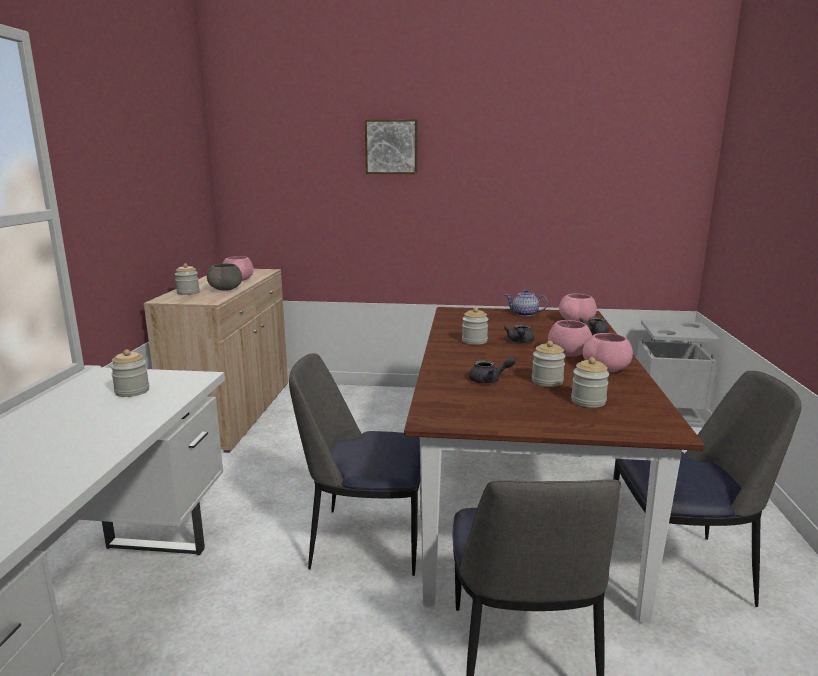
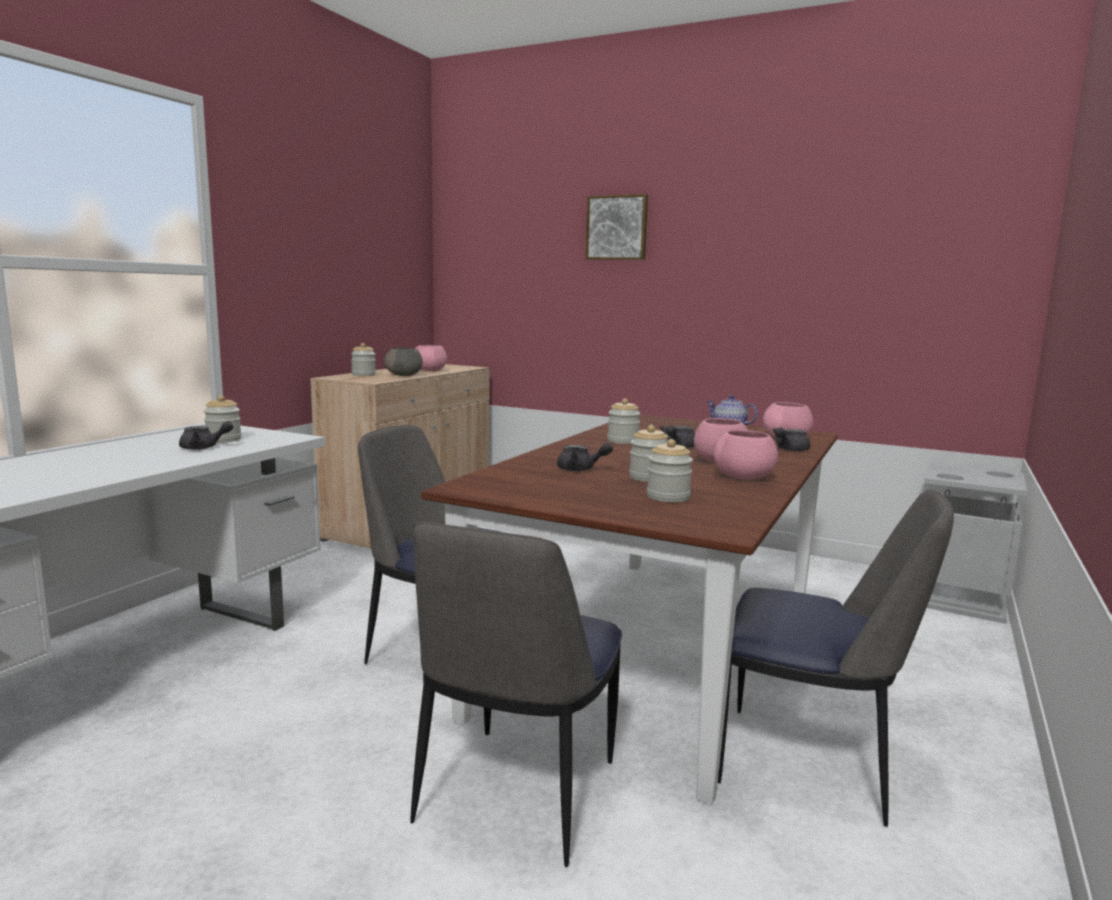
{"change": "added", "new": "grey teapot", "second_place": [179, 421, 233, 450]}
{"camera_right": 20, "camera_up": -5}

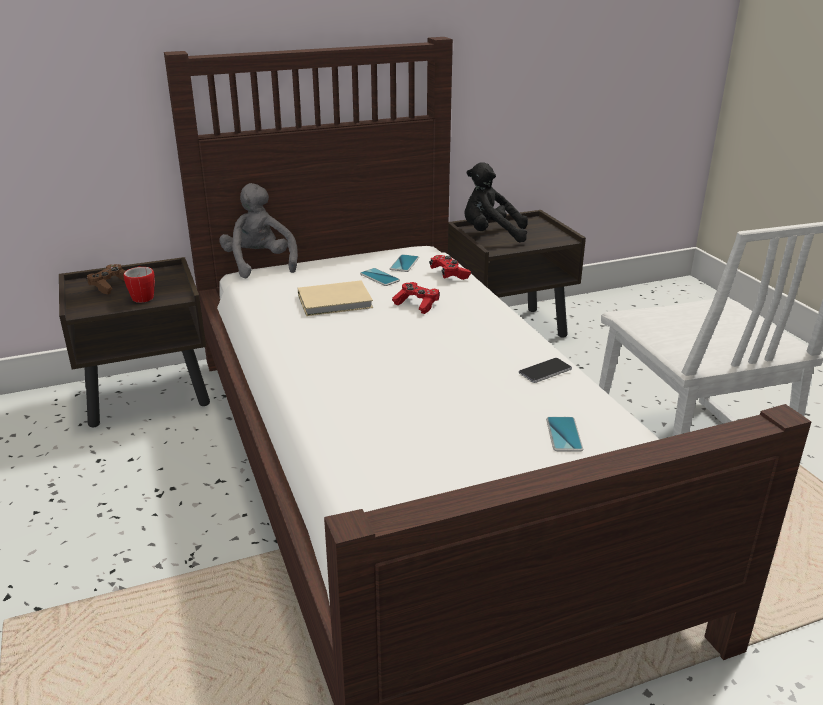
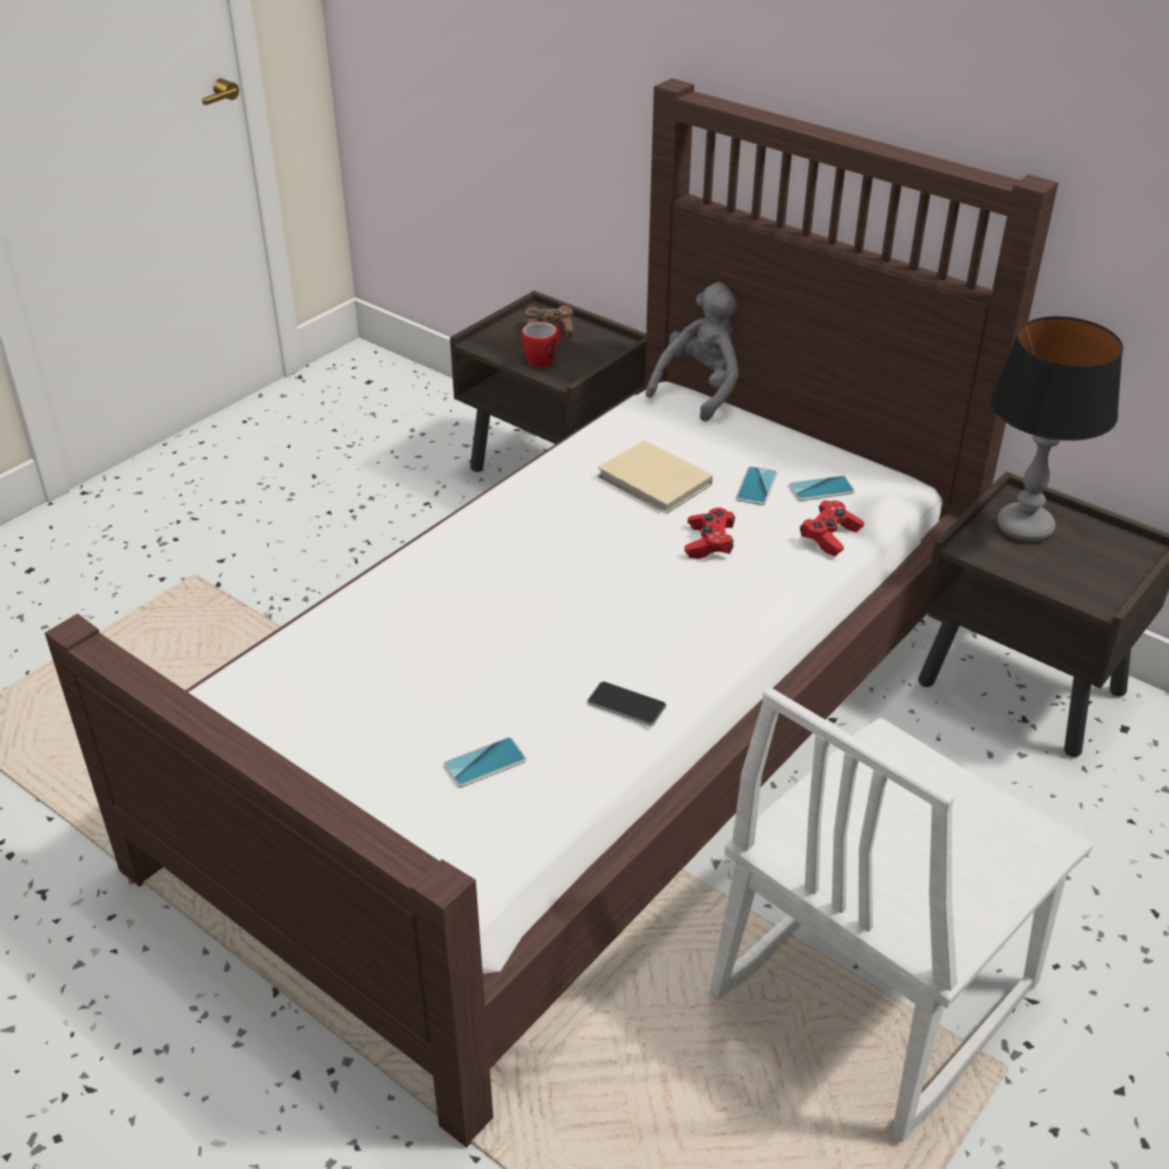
{"change": "replaced", "old": "black plush toy", "new": "table lamp", "first_place": [465, 162, 528, 242], "second_place": [991, 316, 1123, 542]}
{"camera_right": 60, "camera_up": 10}

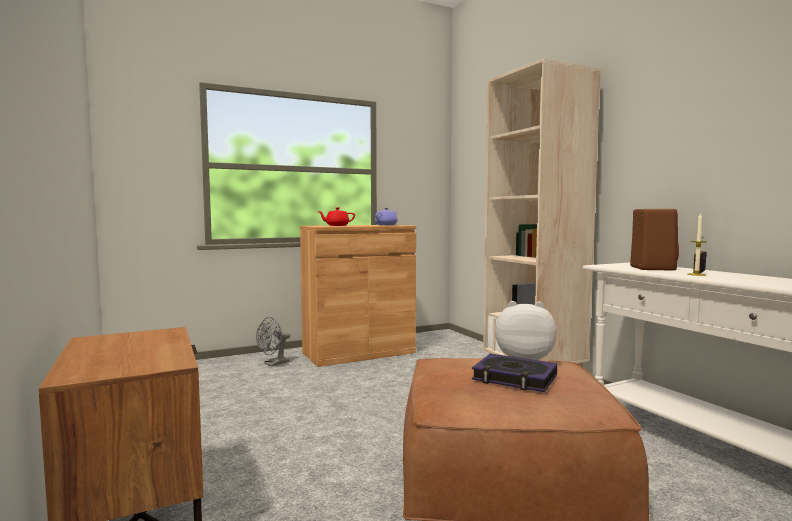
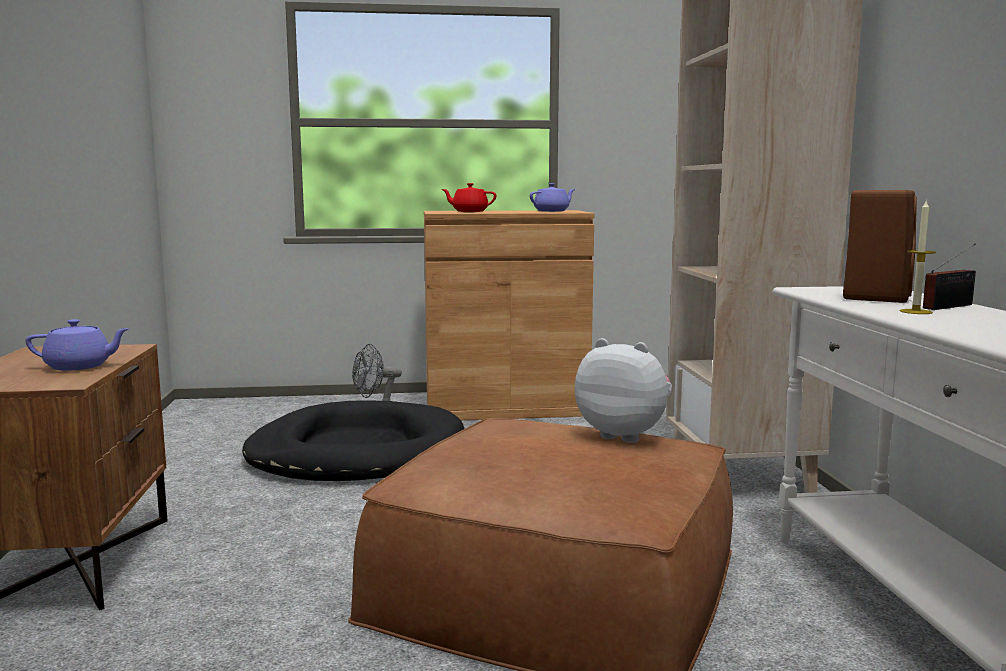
{"change": "removed", "old": "book", "first_place": [472, 353, 557, 392]}
{"change": "added", "new": "purple teapot", "second_place": [25, 319, 130, 371]}
{"change": "added", "new": "black dog bed", "second_place": [242, 400, 464, 481]}
{"camera_right": 20, "camera_up": 5}

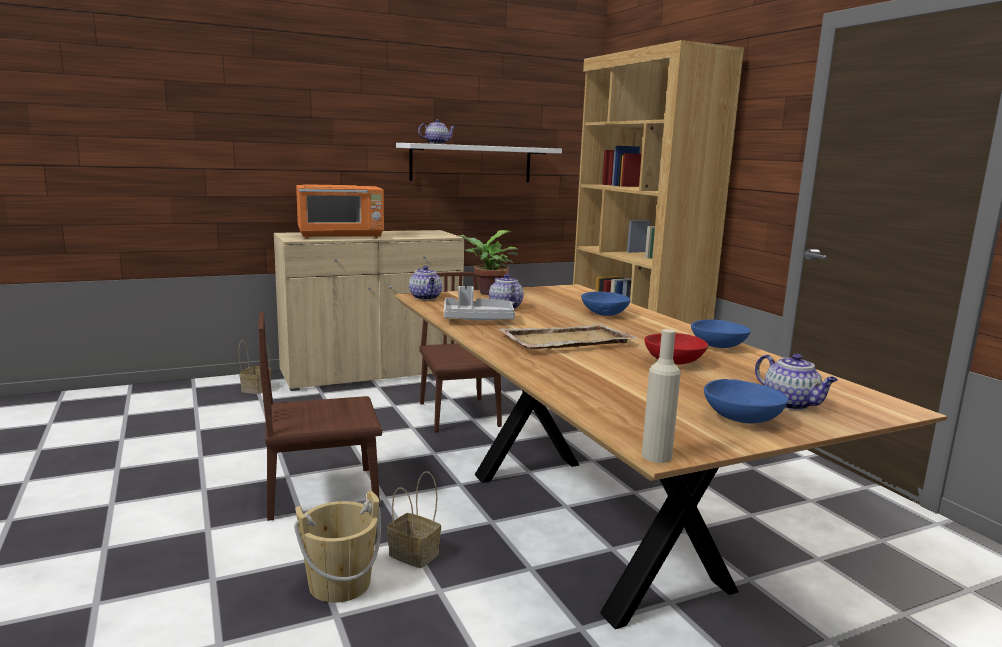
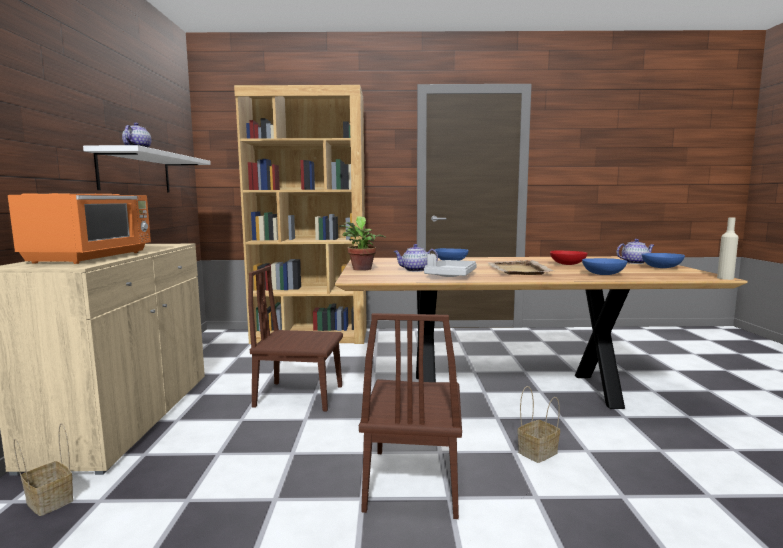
{"change": "removed", "old": "beige bucket", "first_place": [294, 491, 381, 603]}
{"change": "removed", "old": "teapot", "first_place": [409, 266, 442, 300]}
{"change": "moved", "old": "blue bowl", "first_place": [691, 319, 751, 348], "second_place": [582, 258, 627, 275]}
{"camera_right": -65, "camera_up": -5}

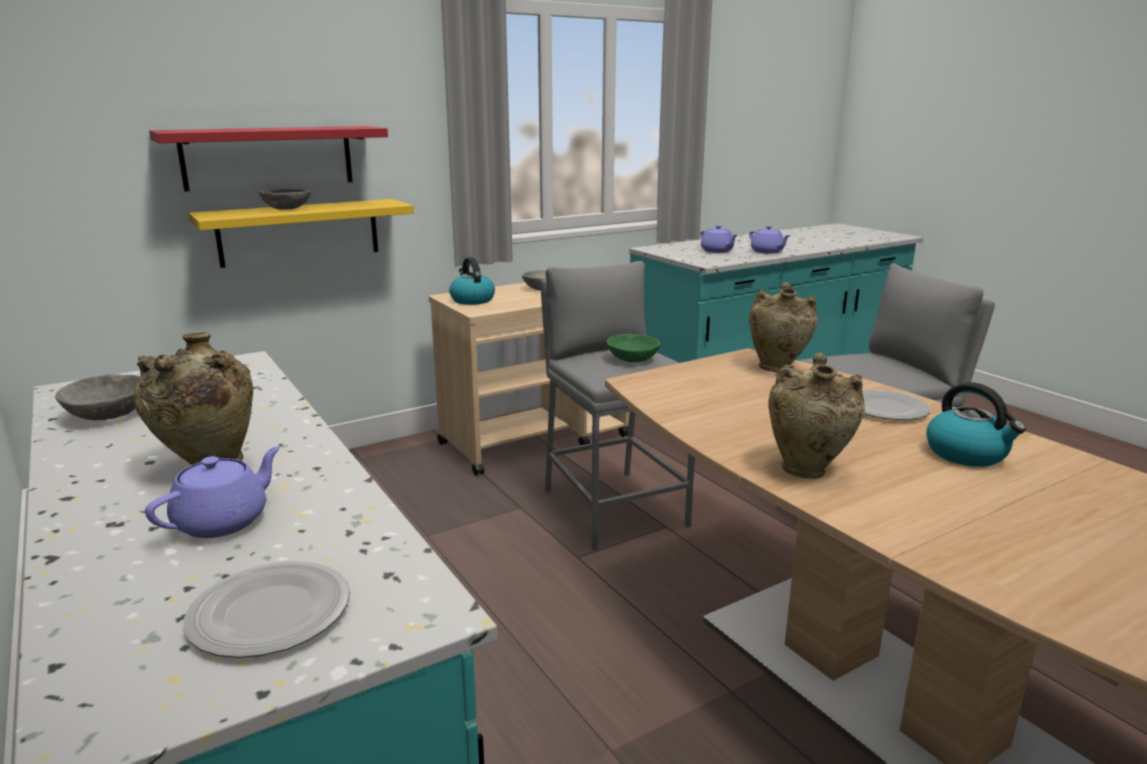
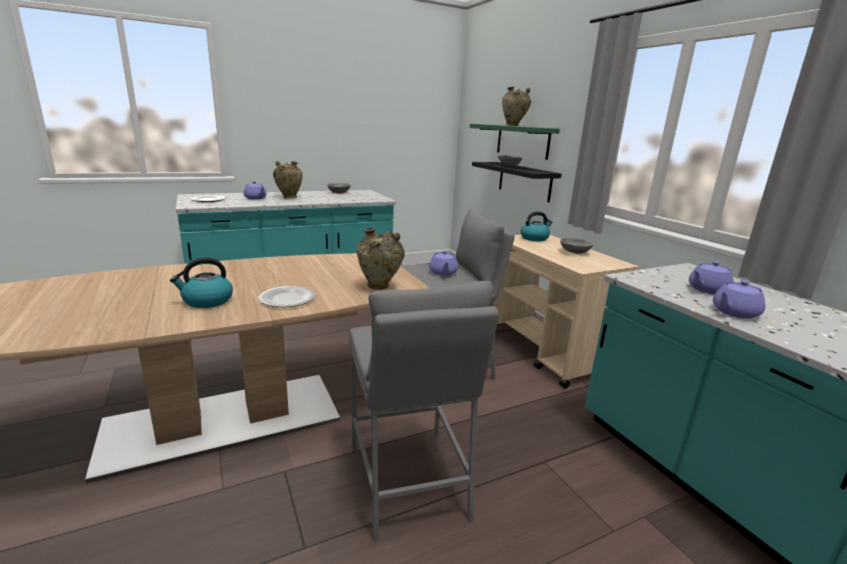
{"change": "moved", "old": "beige vase", "first_place": [769, 352, 865, 479], "second_place": [502, 86, 531, 126]}
{"change": "replaced", "old": "green bowl", "new": "purple teapot", "first_place": [607, 334, 660, 362], "second_place": [429, 251, 458, 276]}
{"change": "recoloured", "old": "red shelf", "new": "green shelf", "first_place": [149, 126, 388, 192], "second_place": [470, 124, 560, 160]}
{"change": "recoloured", "old": "yellow shelf", "new": "black shelf", "first_place": [188, 199, 414, 268], "second_place": [472, 162, 562, 202]}
{"camera_right": 95, "camera_up": 0}

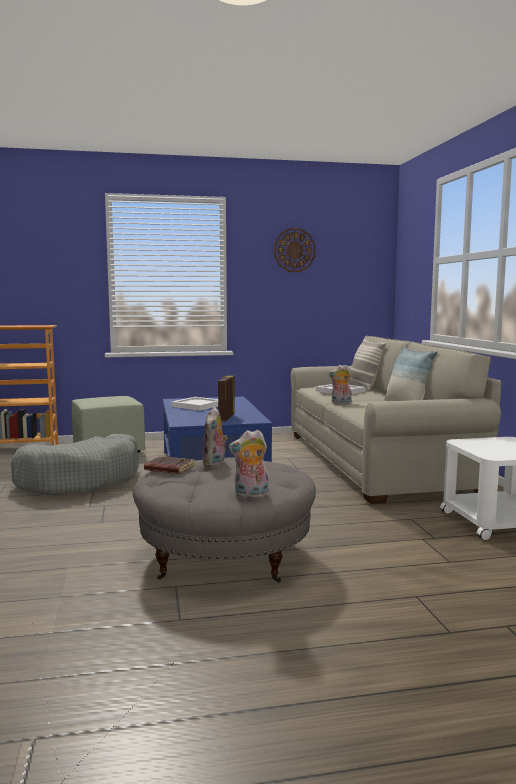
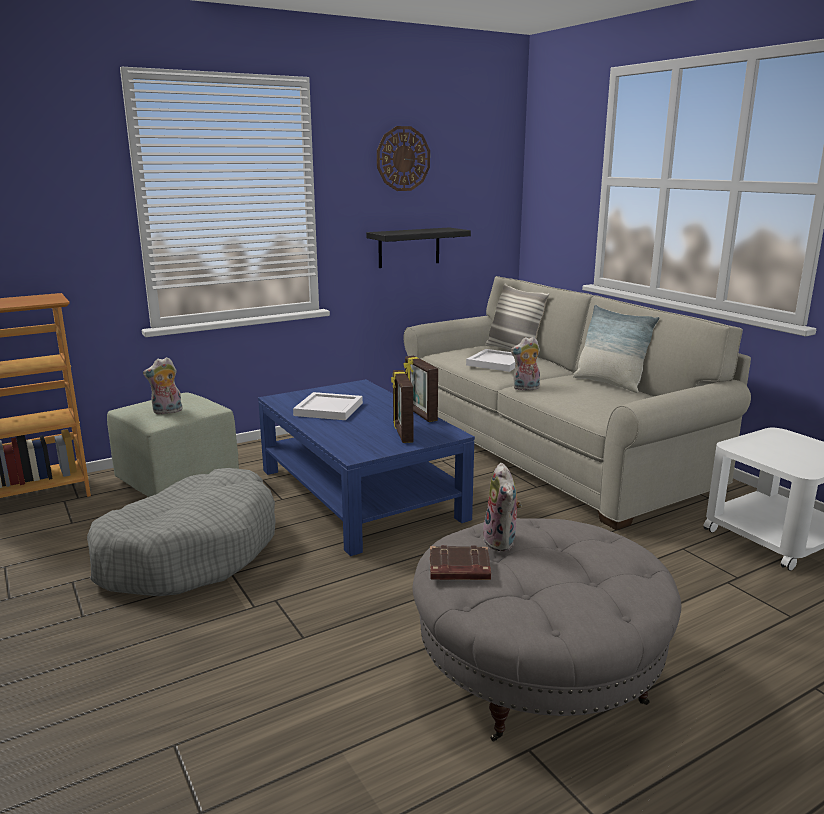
{"change": "added", "new": "black shelf", "second_place": [366, 227, 471, 268]}
{"change": "added", "new": "picture frame", "second_place": [404, 356, 438, 422]}
{"change": "moved", "old": "plush toy", "first_place": [229, 430, 270, 498], "second_place": [143, 357, 183, 414]}
{"camera_right": -20, "camera_up": 10}

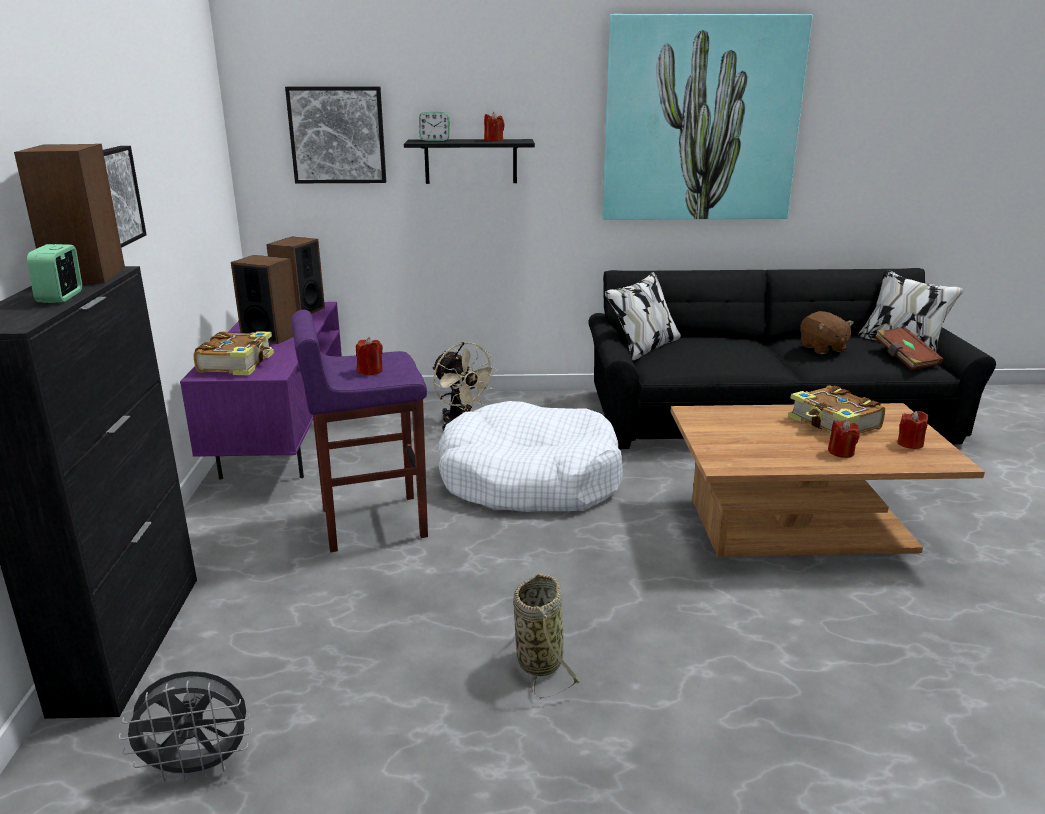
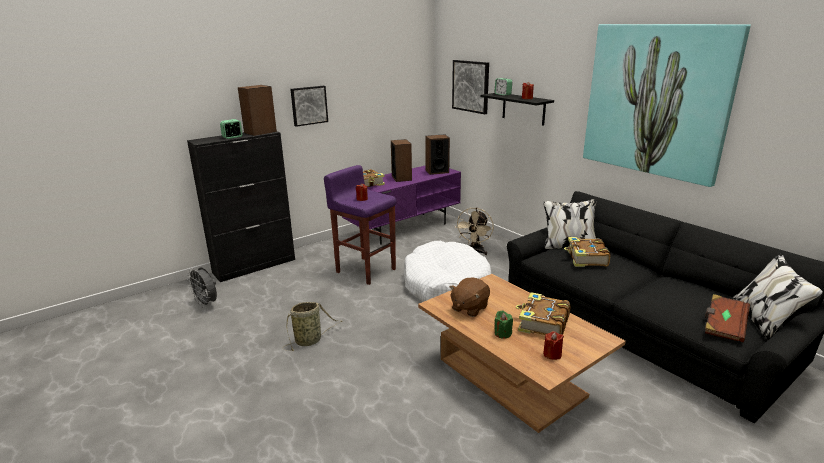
{"change": "added", "new": "book", "second_place": [564, 237, 611, 267]}
{"change": "moved", "old": "brown plush toy", "first_place": [800, 311, 854, 354], "second_place": [450, 278, 490, 317]}
{"change": "recoloured", "old": "red candle", "new": "green candle", "first_place": [828, 420, 859, 458], "second_place": [495, 311, 513, 339]}
{"camera_right": 55, "camera_up": 0}

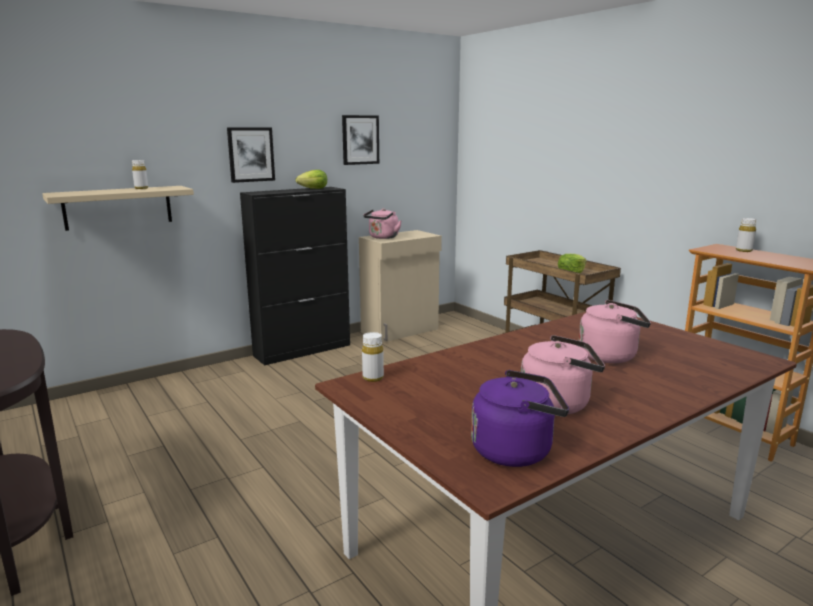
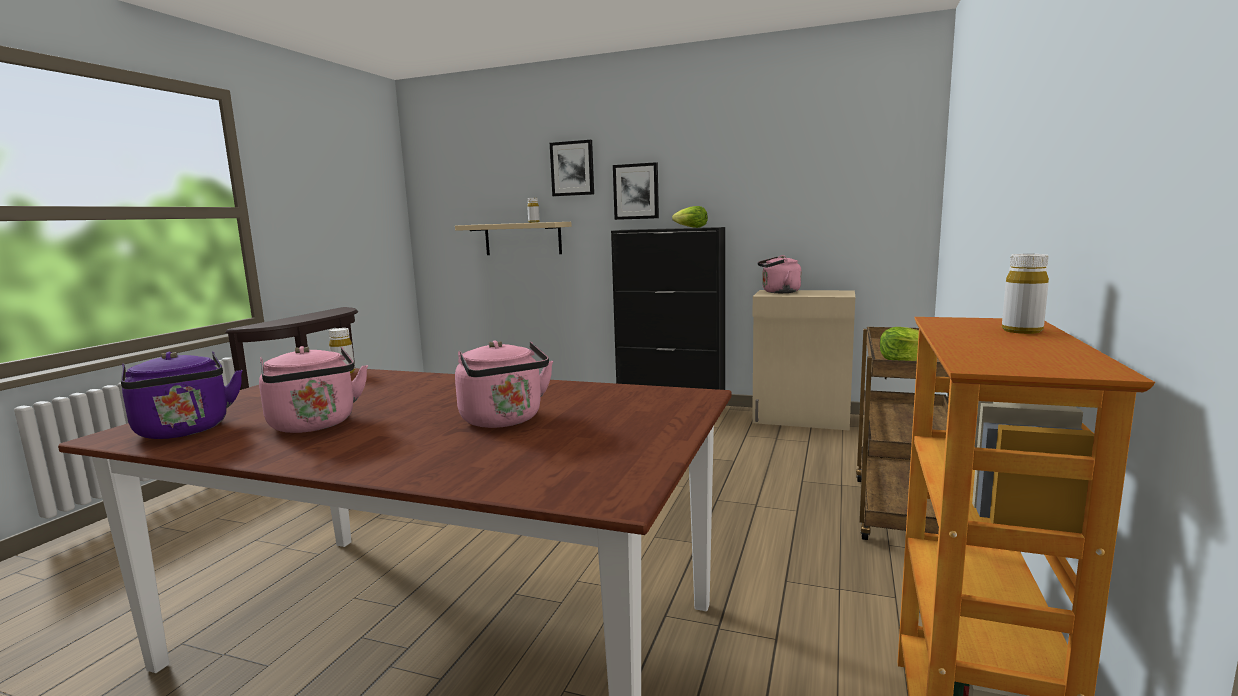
{"change": "moved", "old": "picture", "first_place": [342, 115, 379, 165], "second_place": [550, 140, 594, 196]}
{"camera_right": 55, "camera_up": -5}

